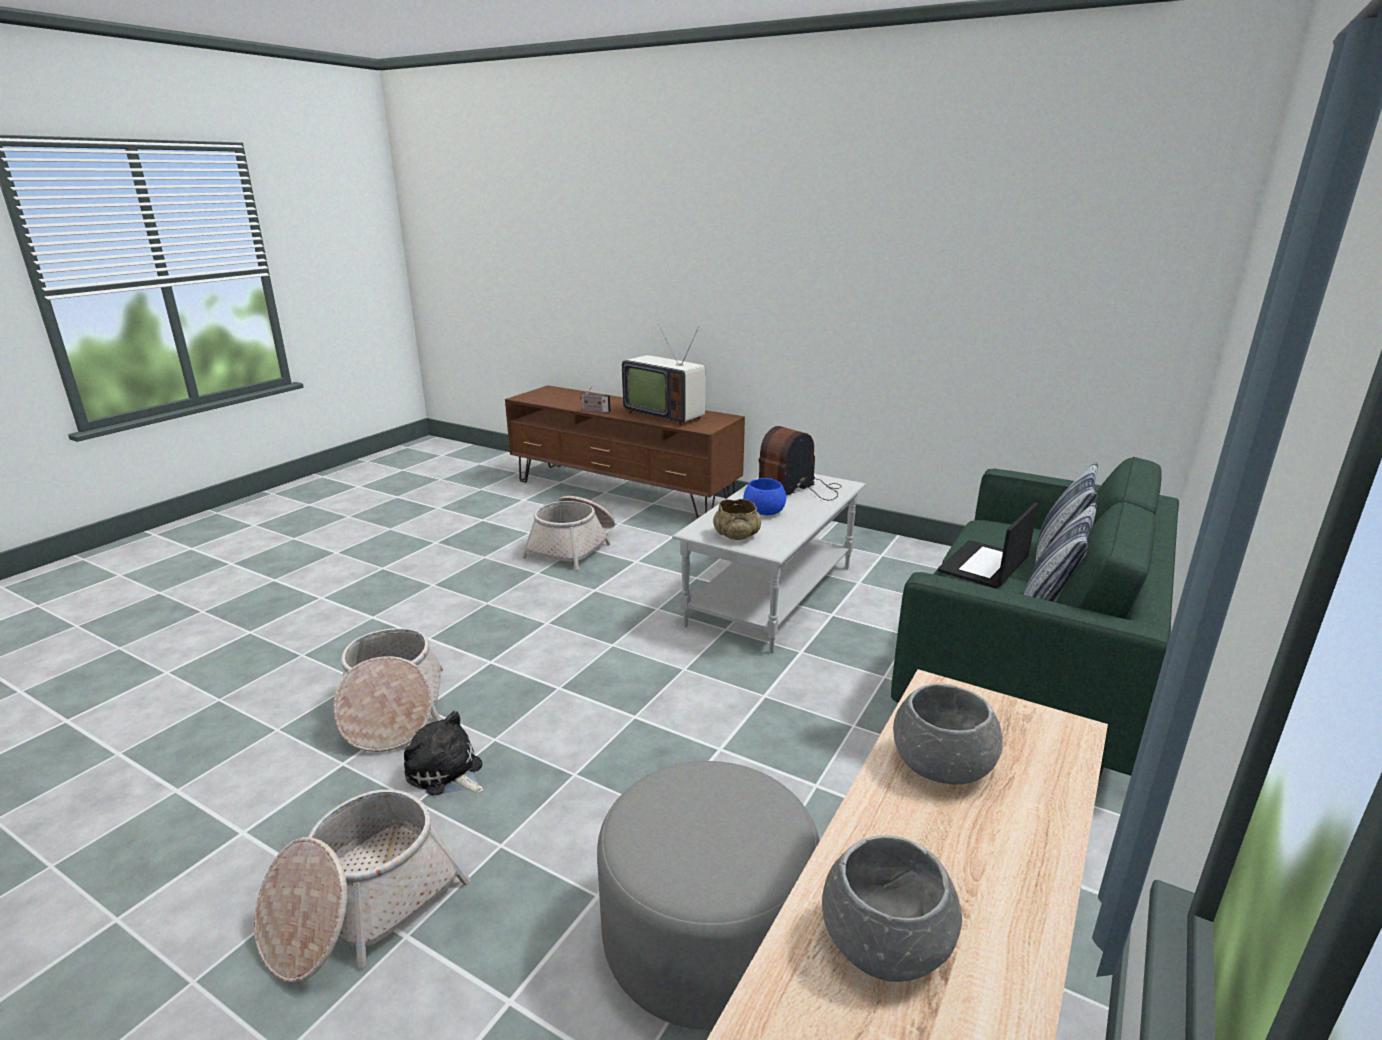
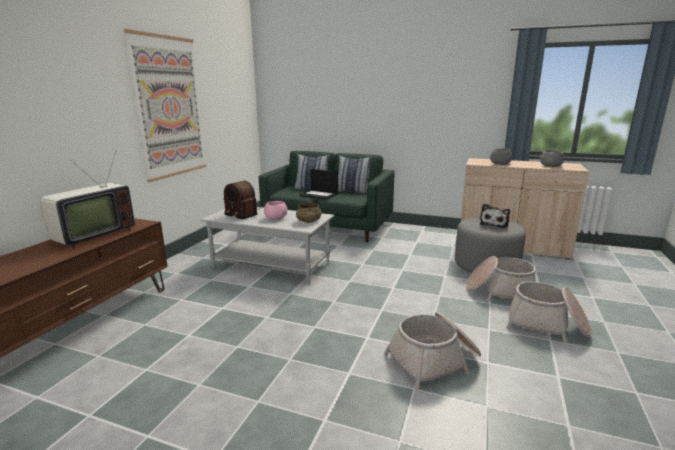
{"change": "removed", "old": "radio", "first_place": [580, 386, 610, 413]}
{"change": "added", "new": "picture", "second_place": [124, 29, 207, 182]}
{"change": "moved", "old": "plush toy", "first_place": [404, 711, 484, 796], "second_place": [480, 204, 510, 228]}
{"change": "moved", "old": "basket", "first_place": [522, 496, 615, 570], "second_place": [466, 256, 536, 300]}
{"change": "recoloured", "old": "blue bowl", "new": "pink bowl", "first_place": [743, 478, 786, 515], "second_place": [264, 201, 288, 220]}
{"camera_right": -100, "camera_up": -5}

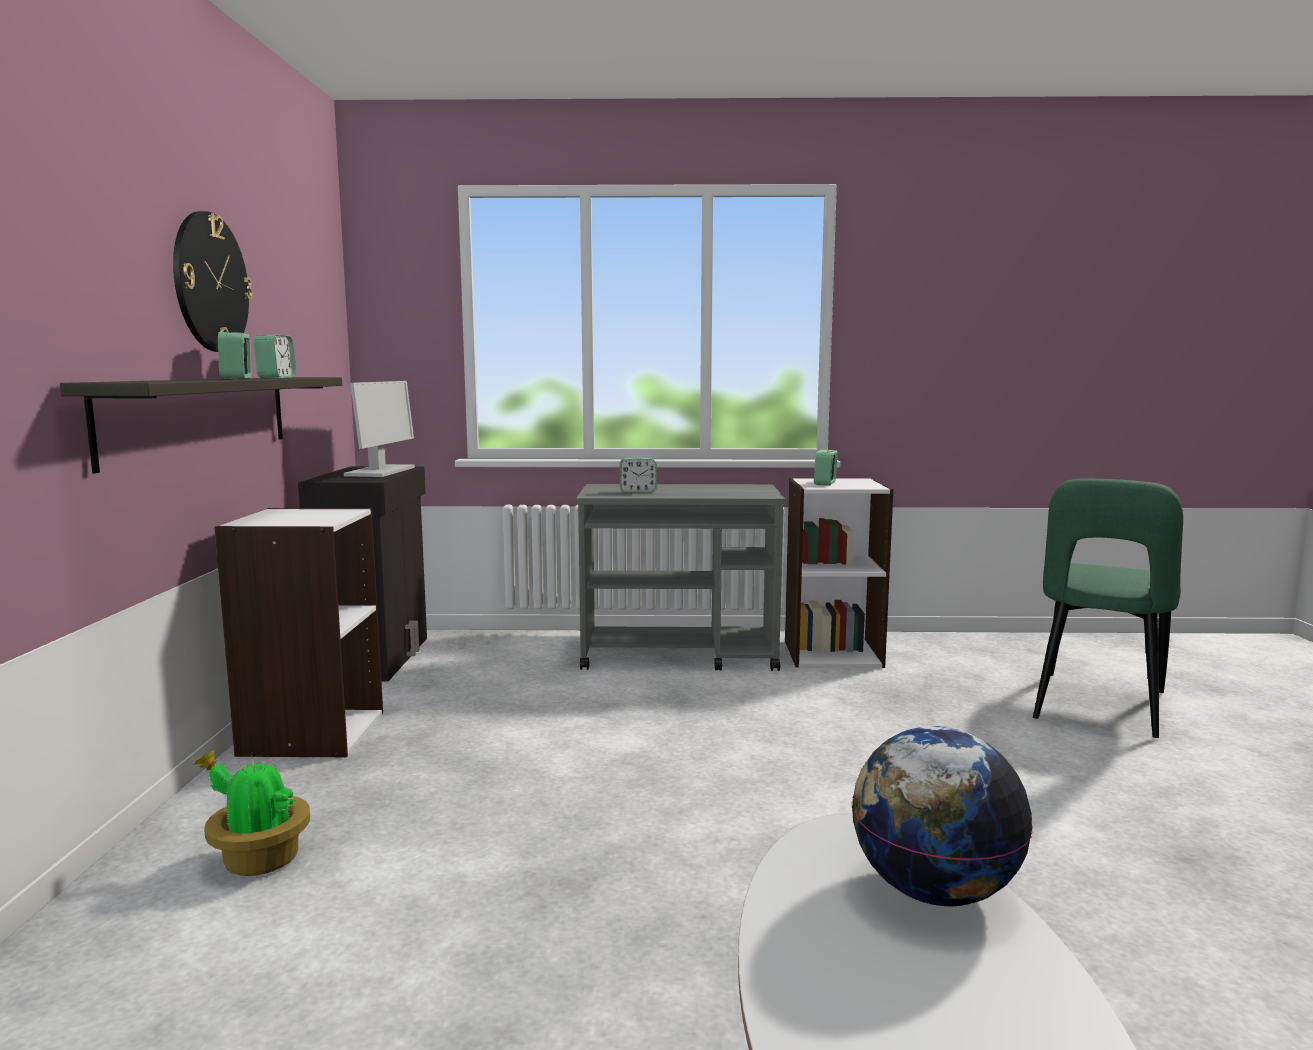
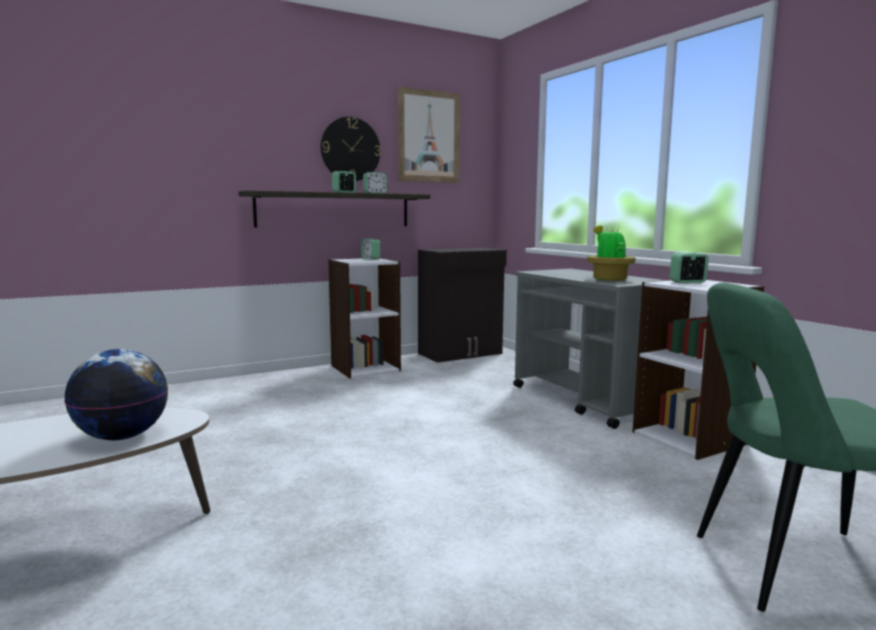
{"change": "removed", "old": "monitor", "first_place": [344, 381, 415, 477]}
{"change": "added", "new": "picture", "second_place": [398, 87, 460, 183]}
{"change": "moved", "old": "potted plant", "first_place": [193, 749, 310, 876], "second_place": [587, 225, 635, 281]}
{"change": "moved", "old": "alarm clock", "first_place": [619, 458, 657, 493], "second_place": [361, 239, 380, 260]}
{"camera_right": 60, "camera_up": 0}

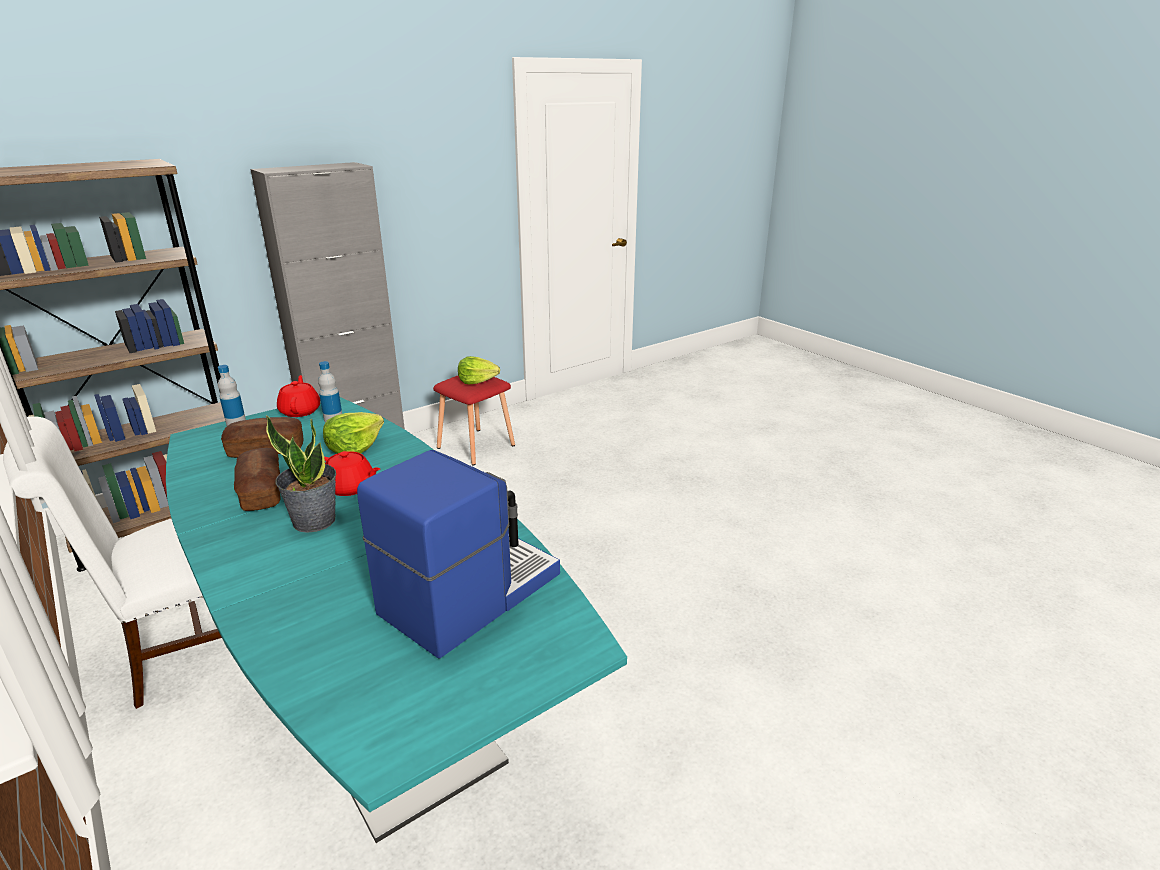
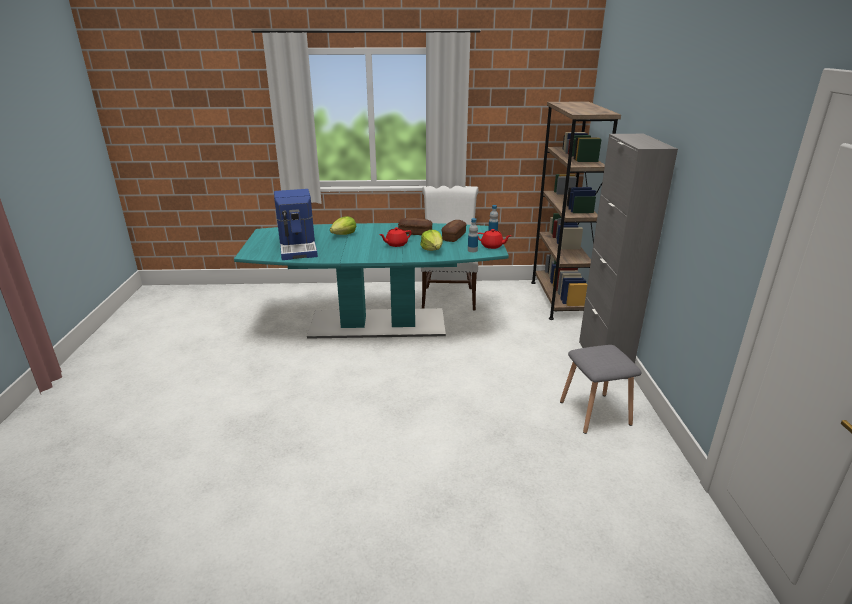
{"change": "removed", "old": "potted plant", "first_place": [266, 415, 336, 533]}
{"change": "moved", "old": "lettuce", "first_place": [458, 356, 500, 384], "second_place": [330, 216, 356, 235]}
{"change": "recoloured", "old": "red stool", "new": "grey stool", "first_place": [433, 376, 515, 465], "second_place": [560, 345, 642, 434]}
{"camera_right": 125, "camera_up": 0}

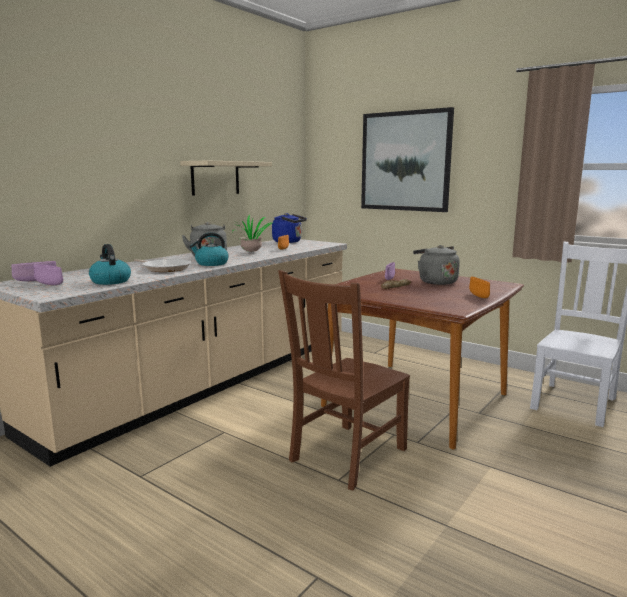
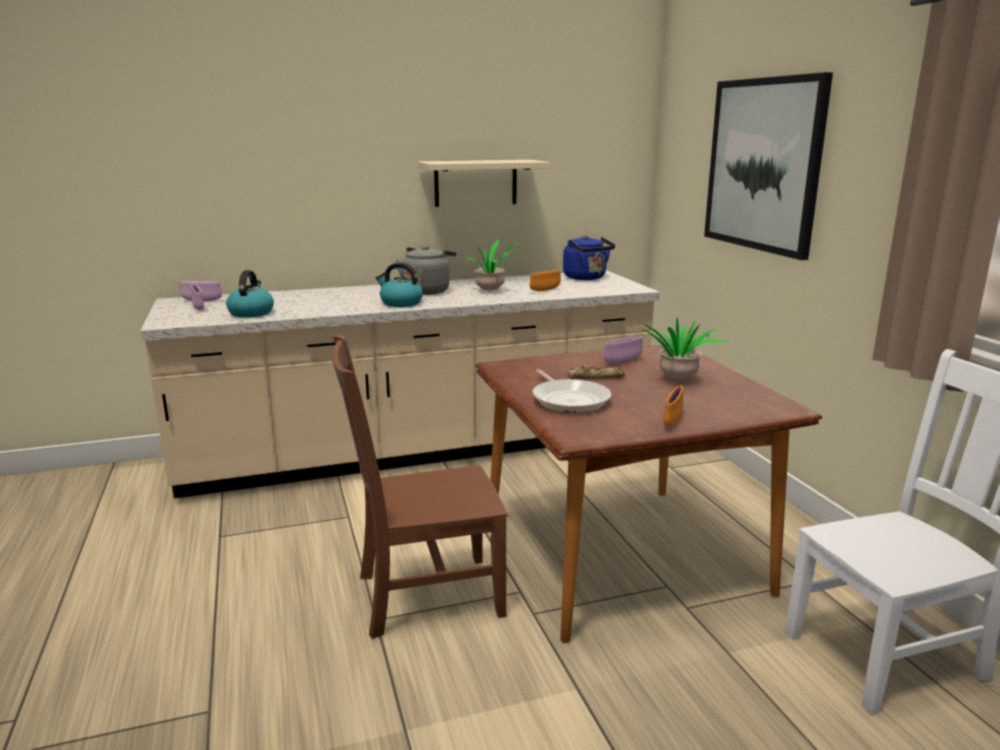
{"change": "moved", "old": "frying pan", "first_place": [134, 259, 191, 272], "second_place": [532, 369, 611, 413]}
{"change": "replaced", "old": "grey kettle", "new": "potted plant", "first_place": [413, 245, 460, 285], "second_place": [641, 318, 729, 379]}
{"camera_right": 35, "camera_up": 5}

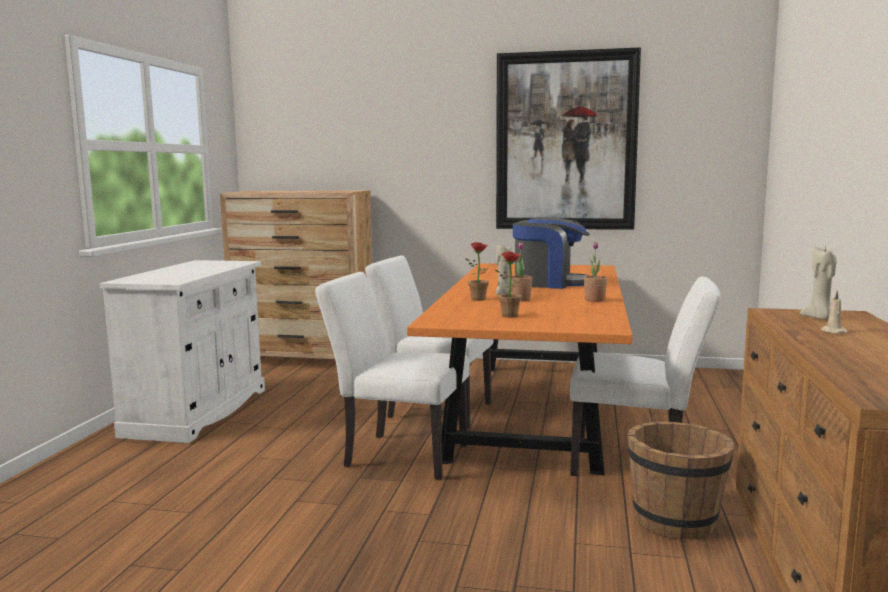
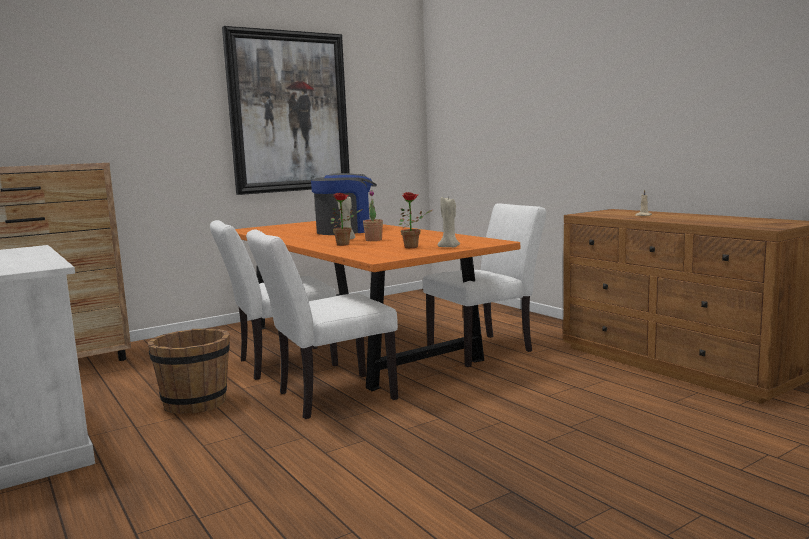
{"change": "removed", "old": "potted plant", "first_place": [584, 242, 607, 302]}
{"change": "moved", "old": "brown bucket", "first_place": [627, 422, 734, 540], "second_place": [147, 329, 230, 414]}
{"change": "moved", "old": "beige candle", "first_place": [800, 247, 837, 320], "second_place": [438, 197, 460, 247]}
{"camera_right": -45, "camera_up": 0}

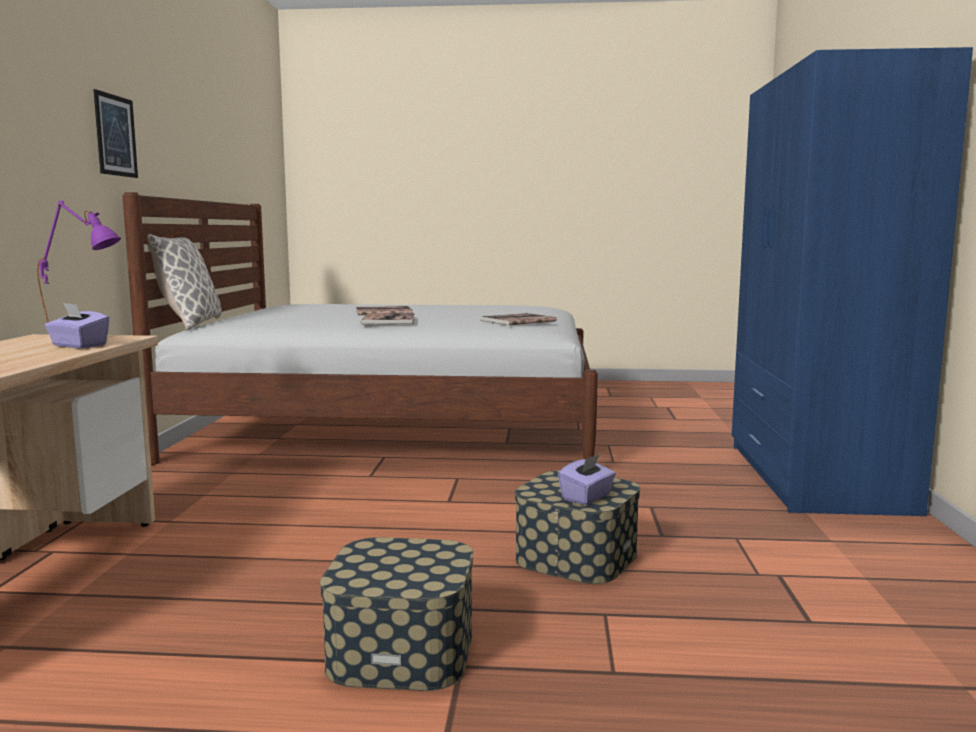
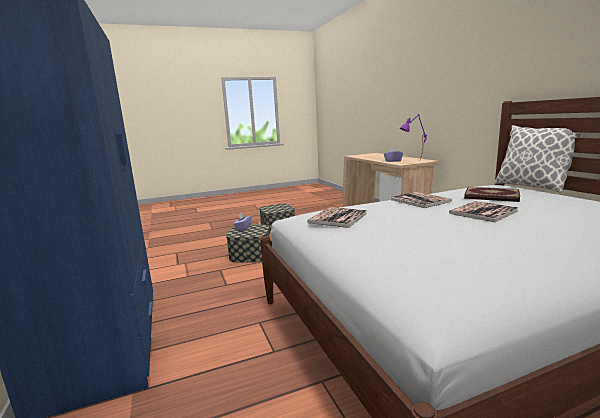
{"change": "removed", "old": "picture", "first_place": [93, 89, 138, 178]}
{"change": "added", "new": "book", "second_place": [464, 187, 520, 202]}
{"camera_right": 155, "camera_up": 5}

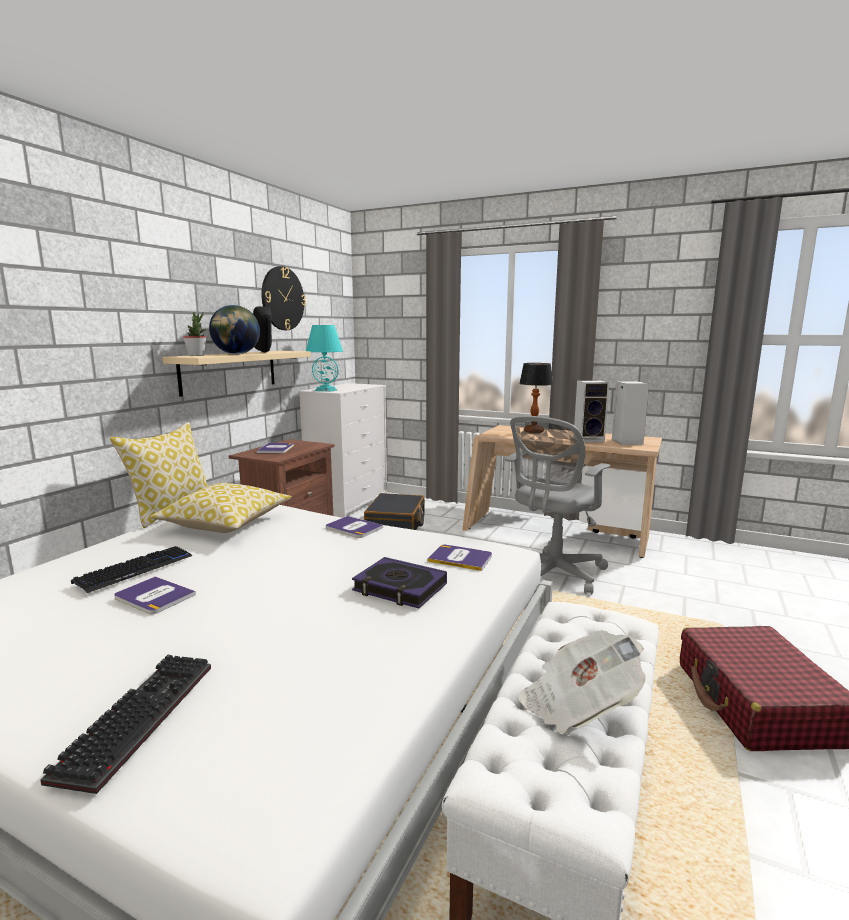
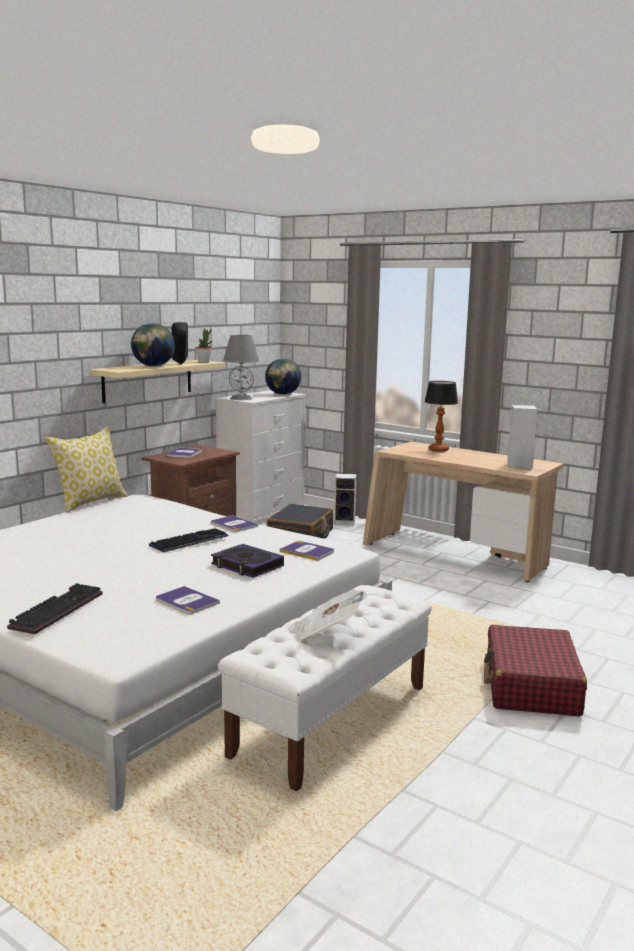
{"change": "removed", "old": "pillow", "first_place": [150, 483, 292, 533]}
{"change": "removed", "old": "wall clock", "first_place": [261, 266, 306, 330]}
{"change": "removed", "old": "grey office chair", "first_place": [505, 416, 610, 595]}
{"change": "added", "new": "globe", "second_place": [265, 358, 301, 395]}
{"change": "moved", "old": "keyboard", "first_place": [71, 546, 193, 593], "second_place": [149, 528, 229, 553]}
{"change": "moved", "old": "book", "first_place": [114, 576, 196, 614], "second_place": [156, 586, 220, 614]}
{"change": "moved", "old": "potted plant", "first_place": [183, 313, 206, 356], "second_place": [195, 329, 213, 363]}
{"change": "moved", "old": "speaker", "first_place": [574, 380, 609, 442], "second_place": [334, 473, 356, 526]}
{"change": "recoloured", "old": "turquoise table lamp", "new": "grey table lamp", "first_place": [306, 325, 343, 392], "second_place": [223, 335, 259, 400]}
{"camera_right": 10, "camera_up": 0}

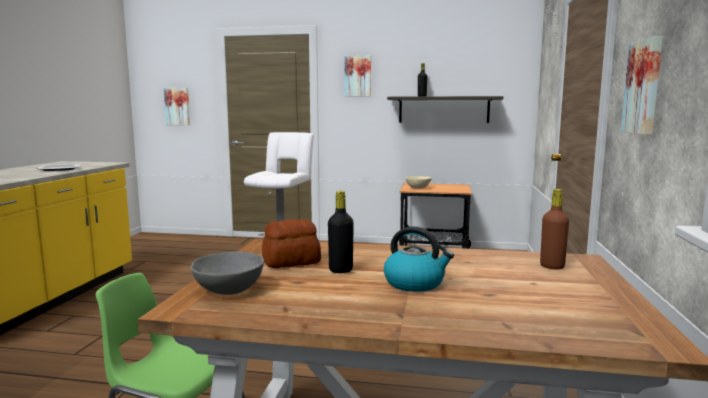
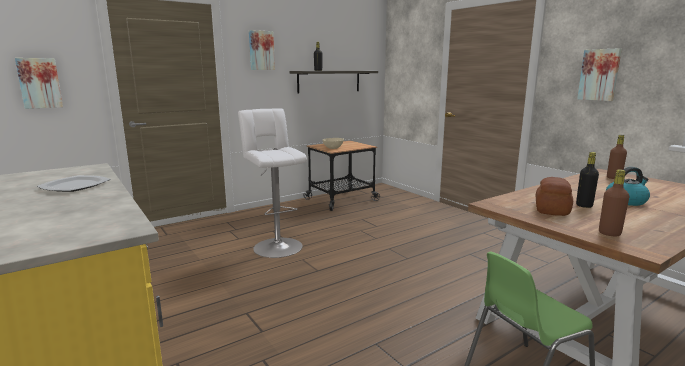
{"change": "replaced", "old": "grey bowl", "new": "brown bottle", "first_place": [190, 252, 264, 295], "second_place": [599, 169, 629, 236]}
{"camera_right": -45, "camera_up": 5}

